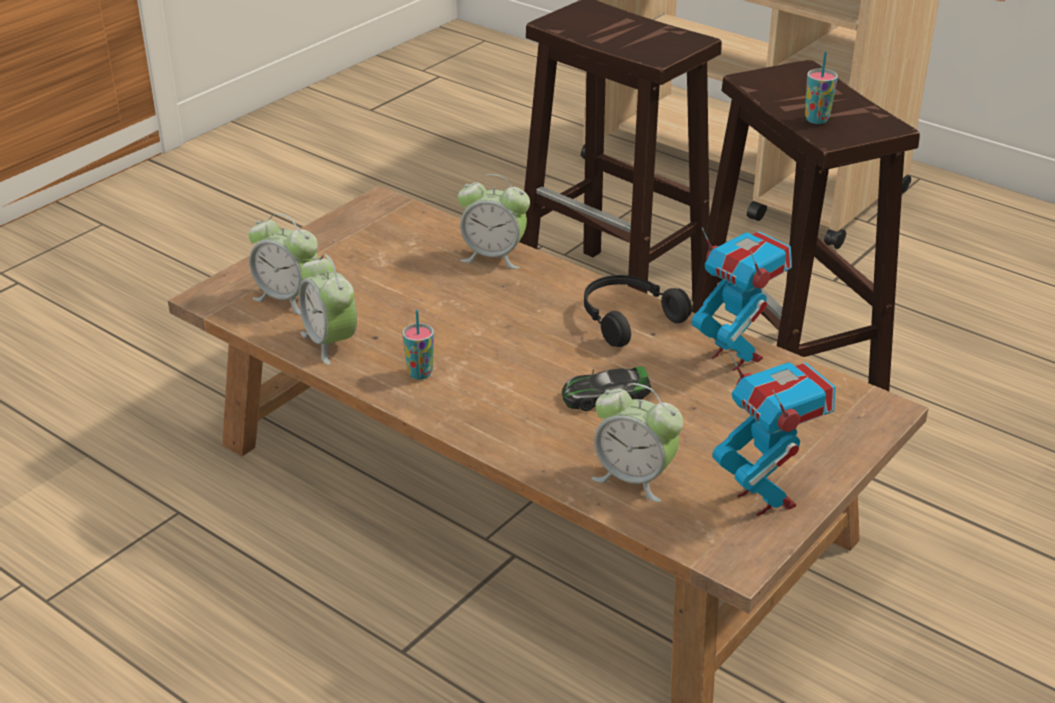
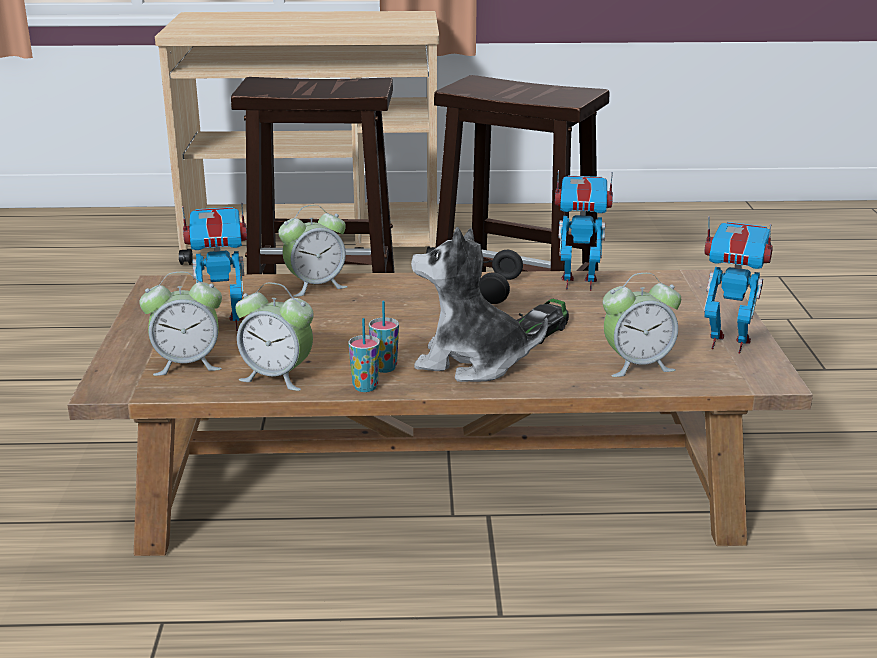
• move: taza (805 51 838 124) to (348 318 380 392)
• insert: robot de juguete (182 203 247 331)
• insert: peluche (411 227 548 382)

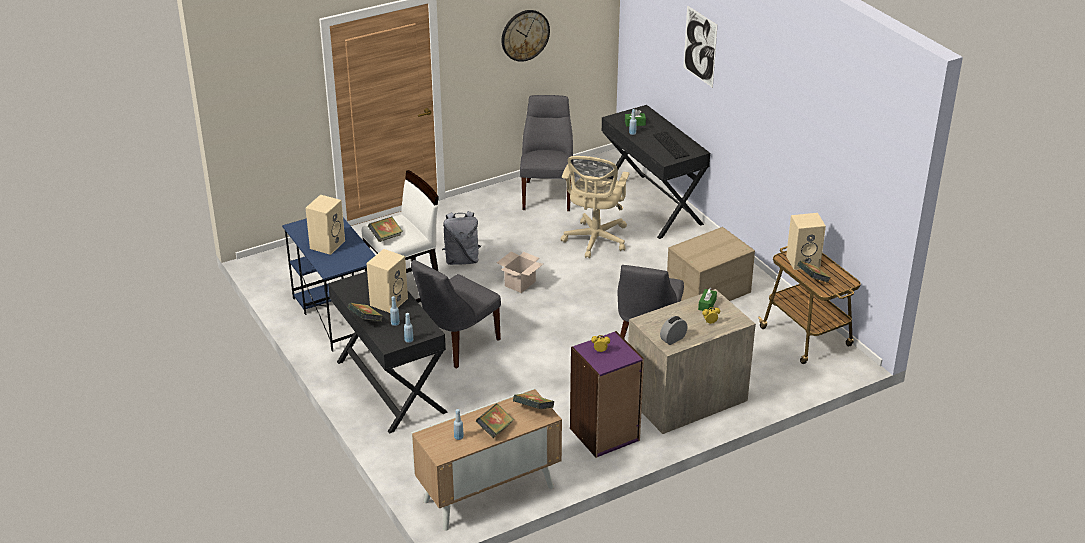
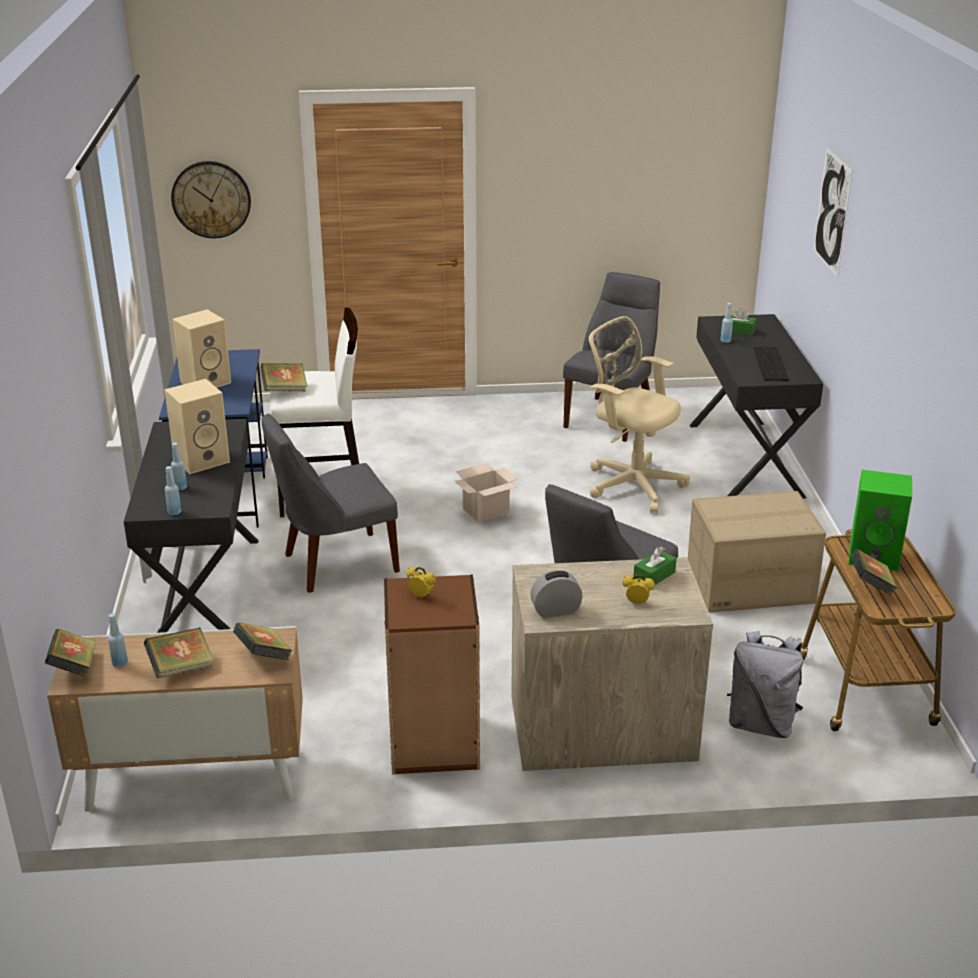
• move: reloj de pared (502 10 550 62) to (171 161 251 238)
• rotate: silla de oficina/beis (560 156 629 258) = (589 316 690 513) 90 degrees clockwise
• move: mochila/gris (442 211 481 265) to (727 631 803 738)
• recolor: altavoz/beis (786 213 826 270) to altavoz/verde (849 470 912 572)
• move: libro (348 303 383 322) to (45 629 96 677)
• recolor: estantería/morado (570 331 644 458) to estantería/marrón (384 574 480 775)

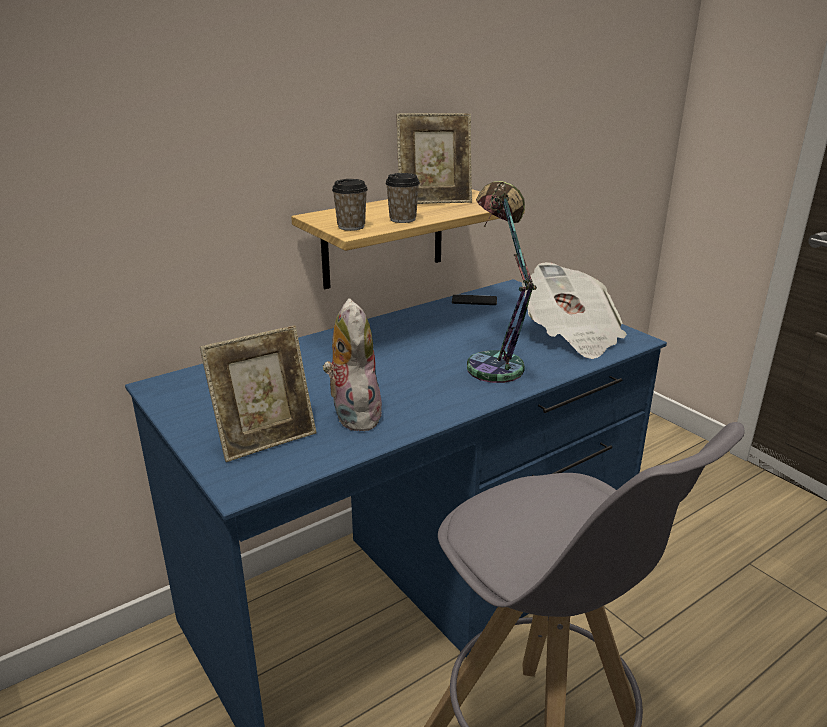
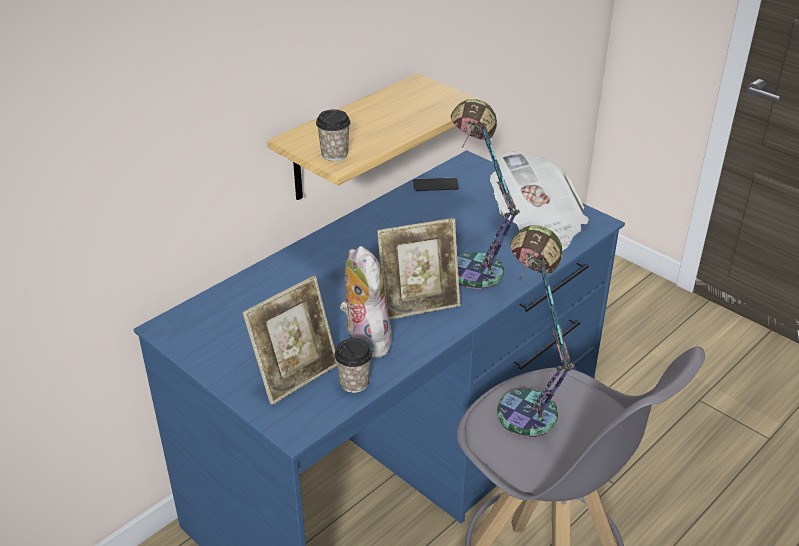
• move: portarretratos (397 113 472 204) to (377 218 460 320)
• move: taza (385 173 420 223) to (334 338 372 393)
• insert: lámpara de mesa (497 225 575 437)

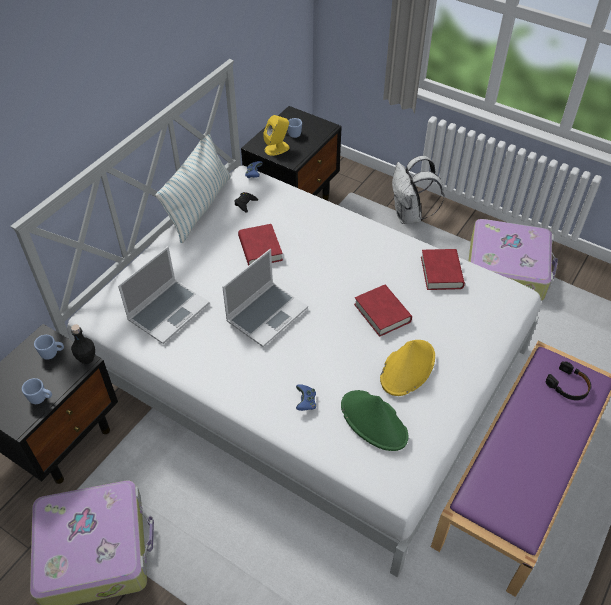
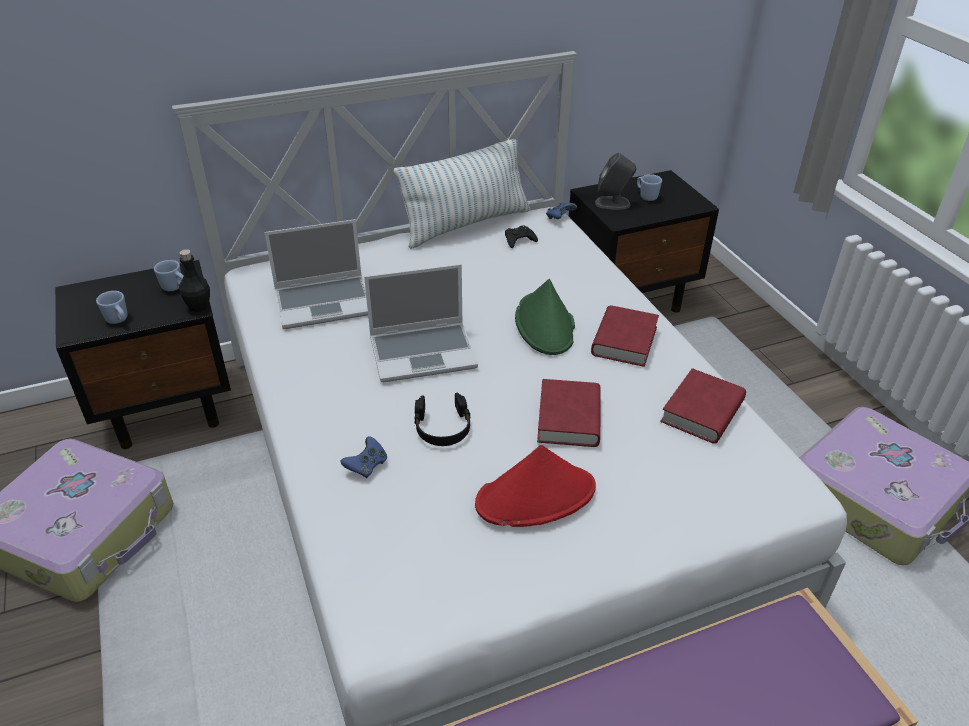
• recolor: altavoz/amarillo (263 115 290 156) to altavoz/gris (595 153 636 210)
• delete: mochila/blanco (392 156 444 224)
• move: libro/rojo (238 224 283 266) to (591 305 659 367)
• recolor: sombrero/amarillo (380 340 435 396) to sombrero/rojo (475 445 596 527)
• move: auriculares/negro (546 361 591 400) to (415 393 471 446)
• move: sombrero/verde (341 390 408 451) to (515 279 575 355)

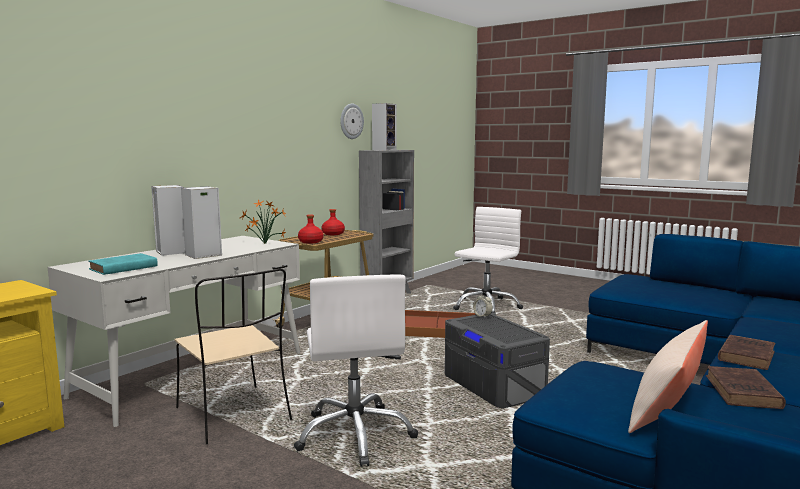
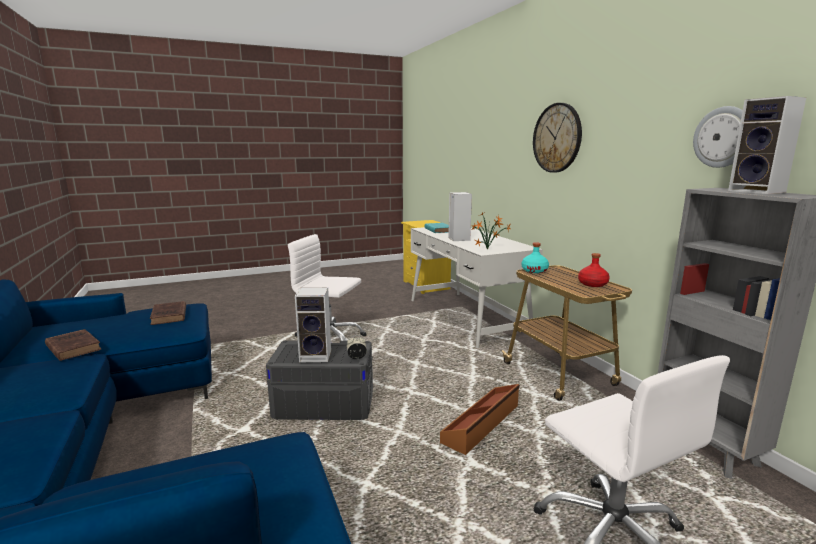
• move: altavoz (151 185 185 256) to (295 288 331 363)
• recolor: botella/rojo (298 214 324 244) to botella/turquesa (522 242 549 273)
• delete: silla/beis (174 269 292 444)
• delete: cojín/beis (628 320 708 433)
• move: libro/marrón (718 335 775 370) to (150 301 186 325)
• insert: reloj de pared (533 103 582 173)

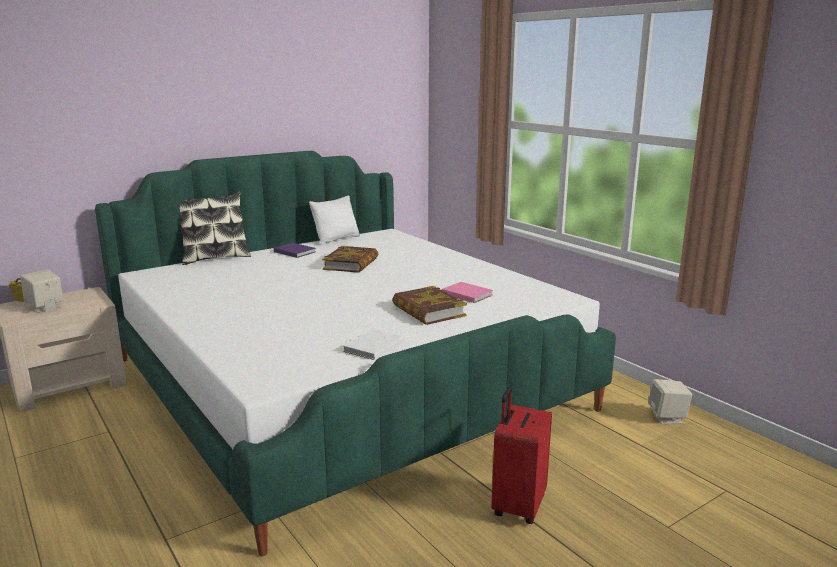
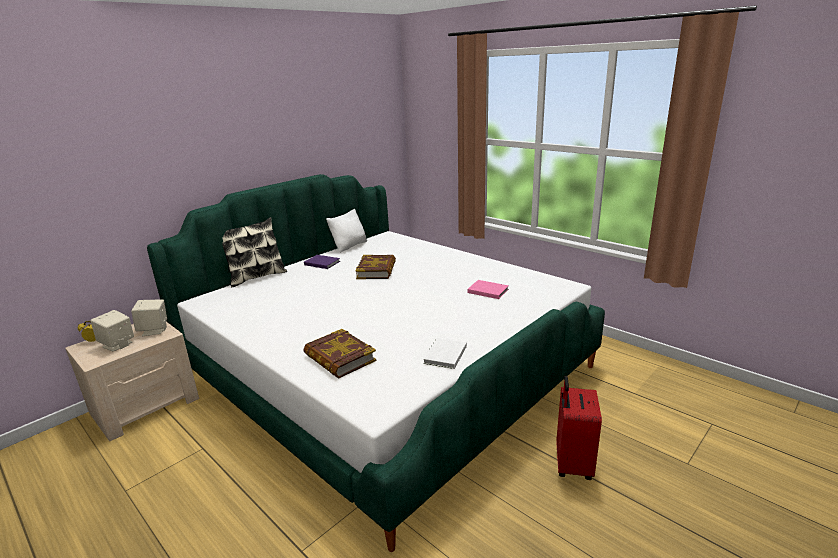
• move: libro (392 286 467 325) to (303 329 376 379)
• move: altavoz/beis (648 379 692 424) to (131 299 167 336)

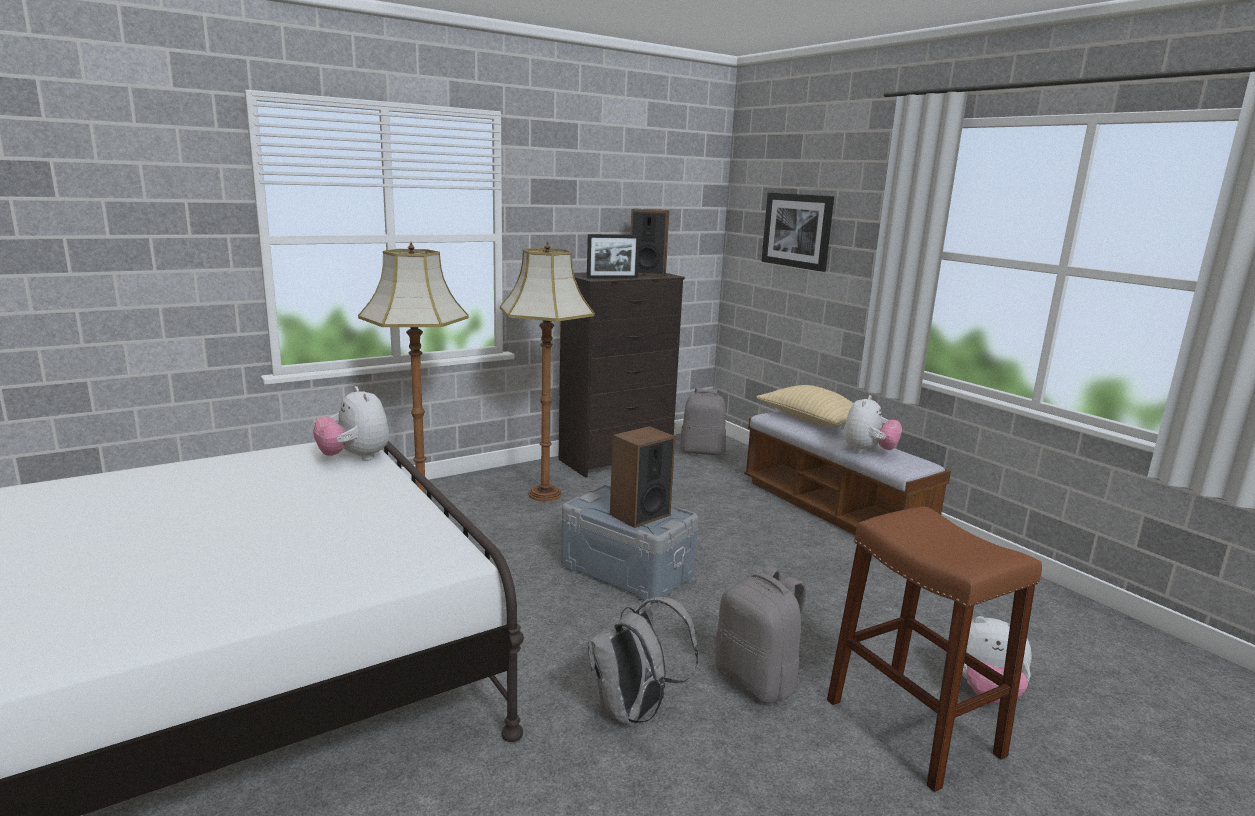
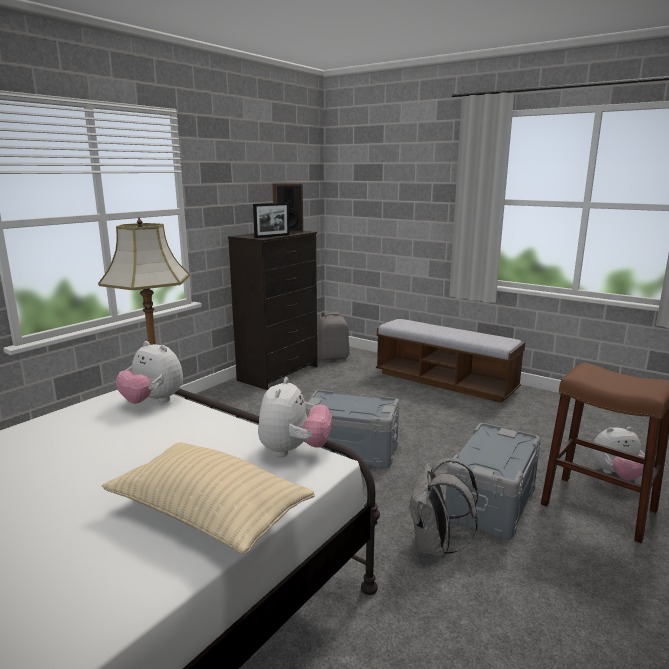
• delete: cuadro (761 192 834 272)
• delete: lámpara de pie (500 241 595 501)
• move: cojín/beis (756 385 853 426) to (102 442 315 554)
• move: peluche (843 395 902 453) to (258 377 332 457)
• delete: altavoz (610 426 675 528)
• replace: mochila/gris (715 565 806 703) to caja de almacenaje/gris (445 423 541 540)

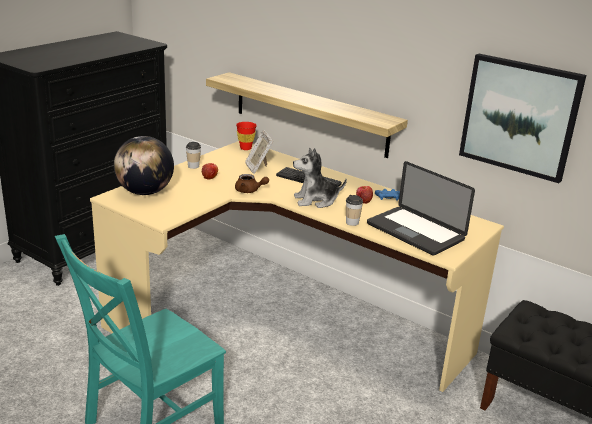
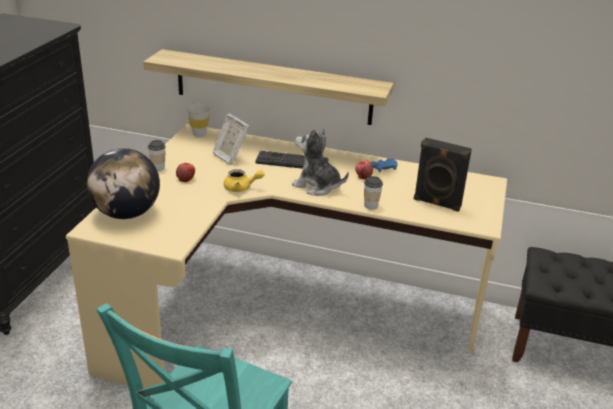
• delete: cuadro (459 54 586 183)
• recolor: taza/rojo (236 122 257 150) to taza/blanco (187 104 210 137)
• rotate: peluche (293 148 347 208) = (292 128 349 196) 60 degrees clockwise
• replace: portátil (367 161 475 256) to altavoz/negro (414 138 472 212)
• recolor: tetera/marrón (235 174 269 193) to tetera/amarillo (224 169 265 192)

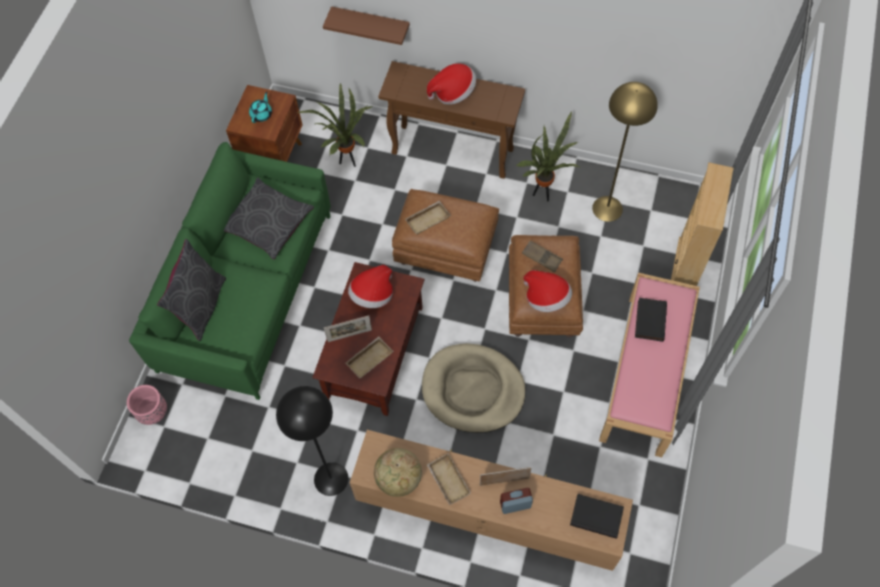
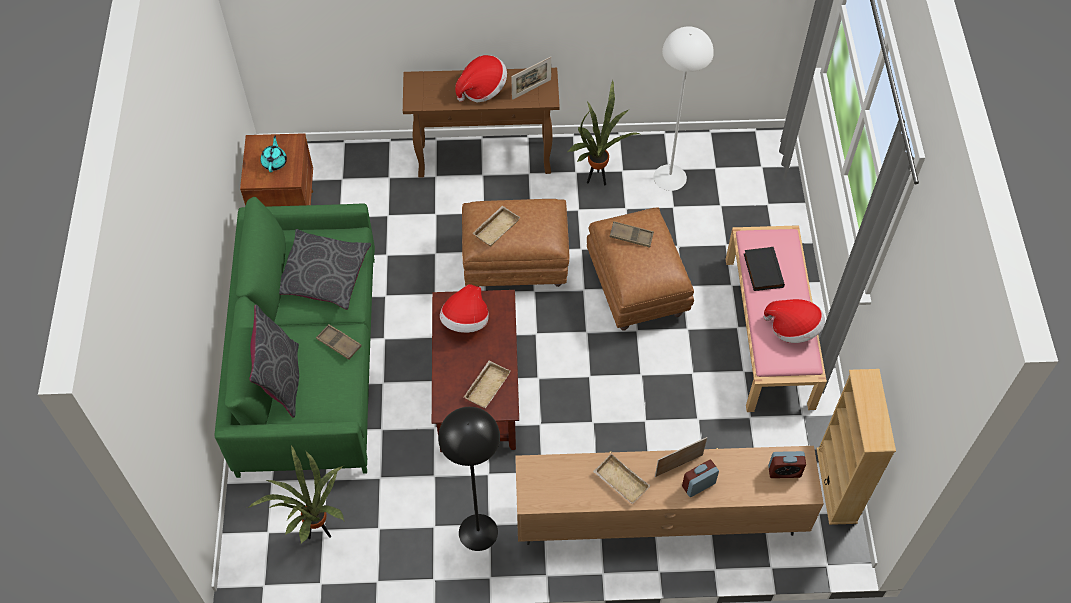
• delete: estante/marrón (323 6 410 45)
• move: planta en maceta (298 82 374 167) to (248 445 345 544)
• recolor: lámpara de pie/amarillo (592 82 658 222) to lámpara de pie/blanco (653 26 714 191)
• move: estantería/beis (671 162 734 286) to (816 369 896 525)
• move: sombrero (523 270 572 312) to (764 299 825 343)
• move: portarretratos (324 315 372 342) to (511 57 551 100)
• delete: cama para perro/beis (422 343 526 433)
• delete: maceta/rosa (127 385 167 425)
• delete: globo terráqueo (374 448 422 497)
• replace: libro/negro (570 494 624 539) to despertador (768 451 806 478)
• insert: bandeja/marrón (316 324 361 360)

